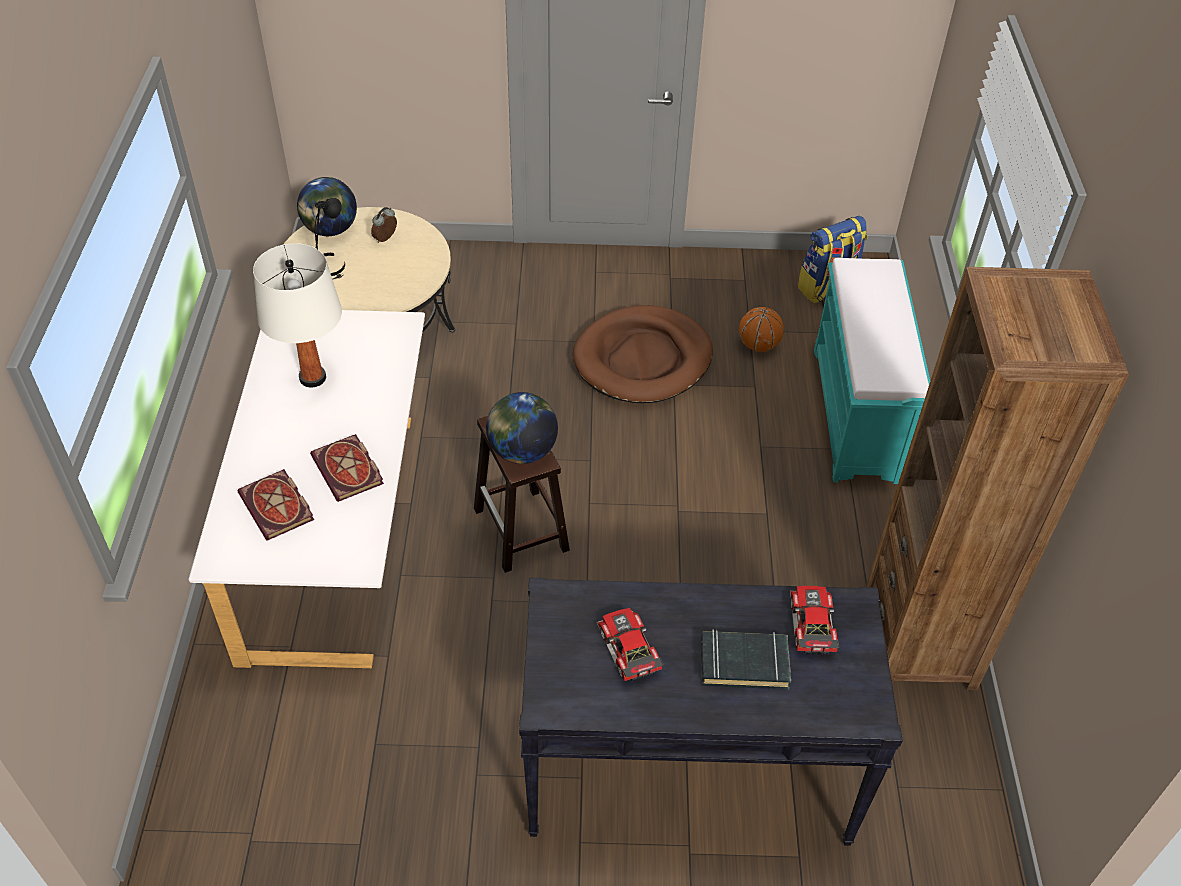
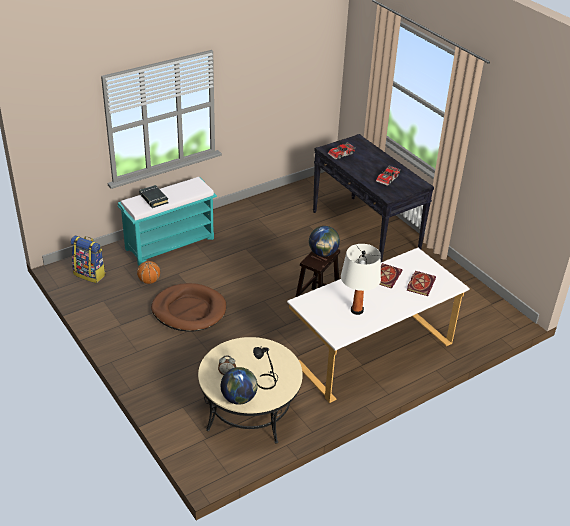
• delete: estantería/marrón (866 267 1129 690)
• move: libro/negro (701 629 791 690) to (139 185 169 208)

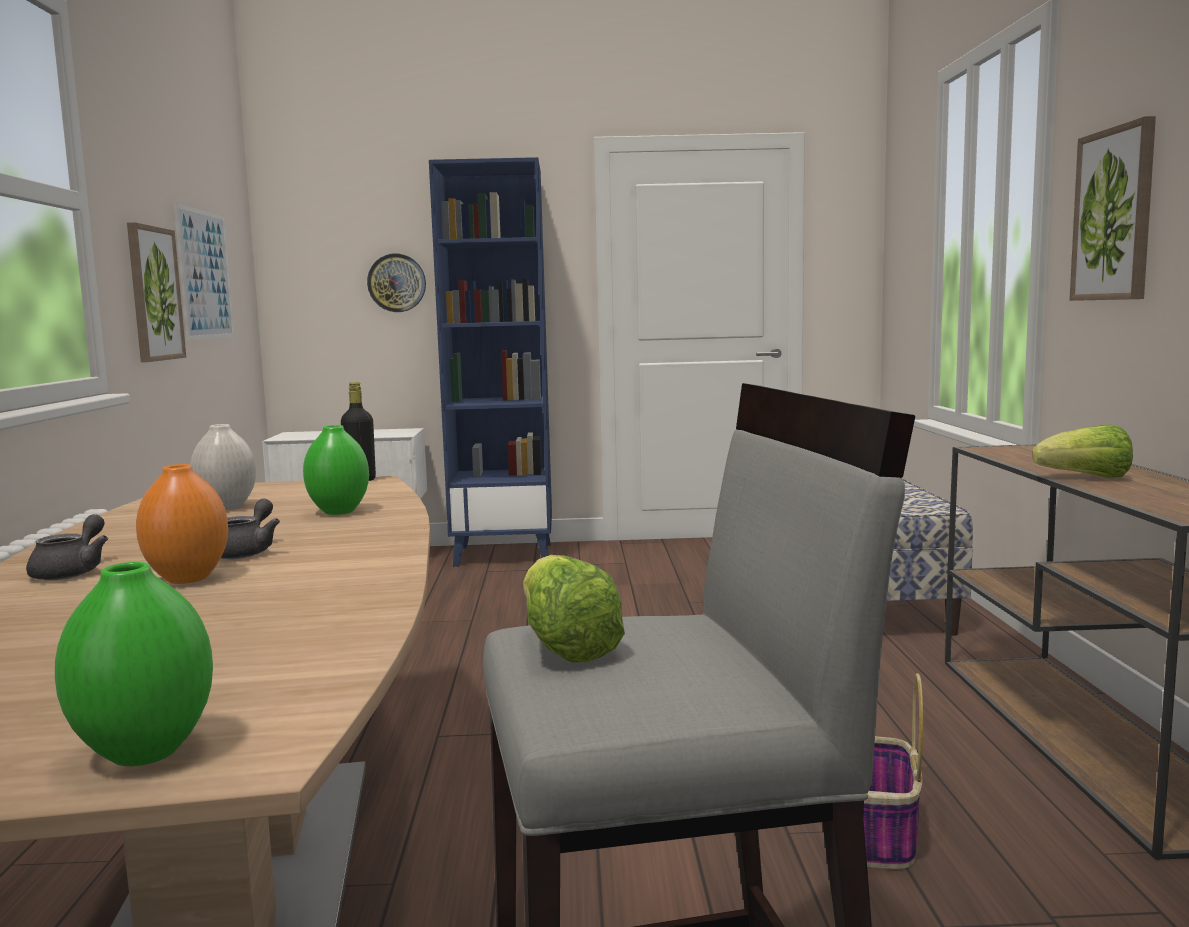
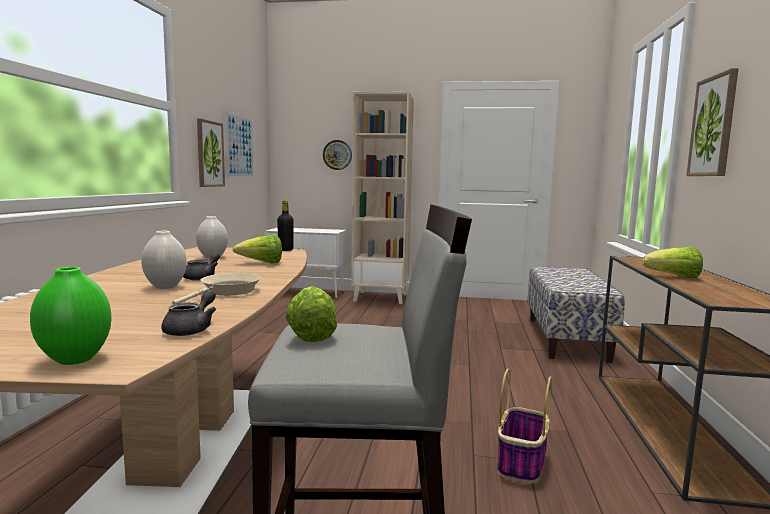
• recolor: estantería/azul (429 157 552 567) to estantería/beis (351 92 414 304)
• replace: florero/verde (303 425 369 515) to lechuga (233 235 282 264)
• recolor: florero/naranja (136 464 228 584) to florero/blanco (141 231 187 289)
• move: tetera/gris (26 514 108 580) to (161 290 216 336)
• insert: sartén/beis (172 273 261 305)

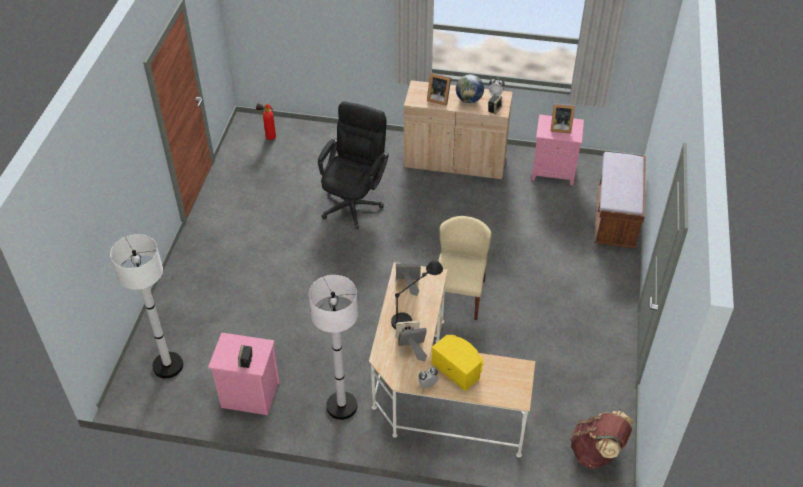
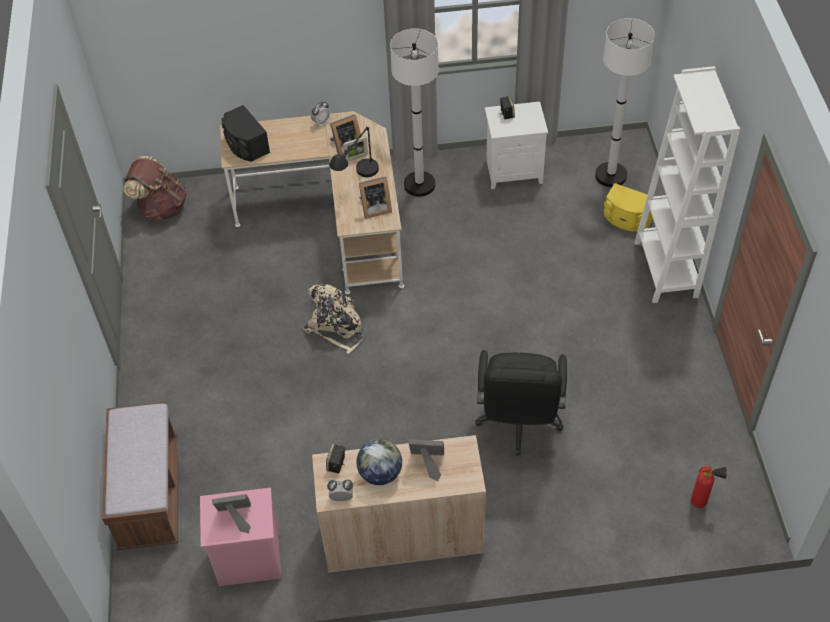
• replace: silla/beis (438 216 491 320) to mochila/beis (304 284 363 354)
• recolor: mesita de noche/rosa (208 333 280 415) to mesita de noche/blanco (485 102 548 189)
• move: altavoz/amarillo (431 335 484 391) to (604 183 653 232)
• insert: estantería/blanco (635 66 740 303)
• insert: altavoz/negro (222 105 270 162)

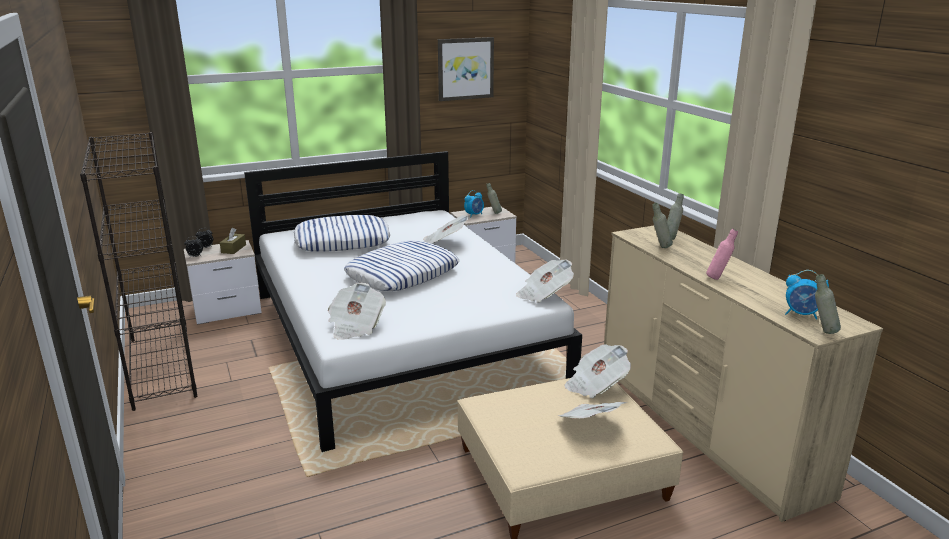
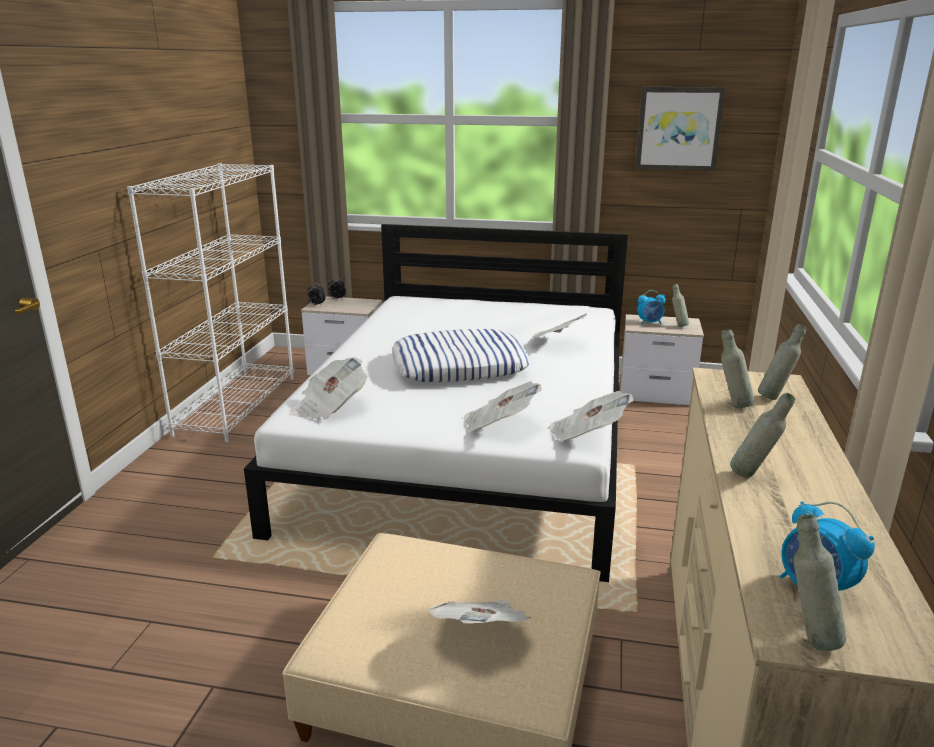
• recolor: estantería/negro (80 132 198 411) to estantería/blanco (127 163 294 443)
• delete: cojín (294 215 390 252)
• delete: caja de pañuelos/marrón (220 228 246 254)
• recolor: botella/rosa (706 229 738 280) to botella/gris (730 393 795 478)
• move: periódico (564 344 631 398) to (464 381 541 432)

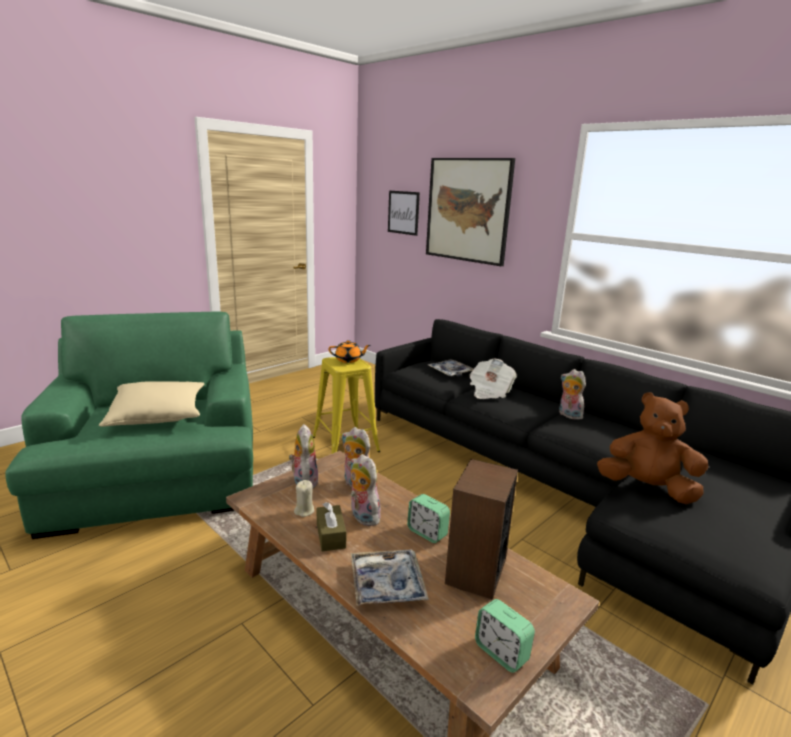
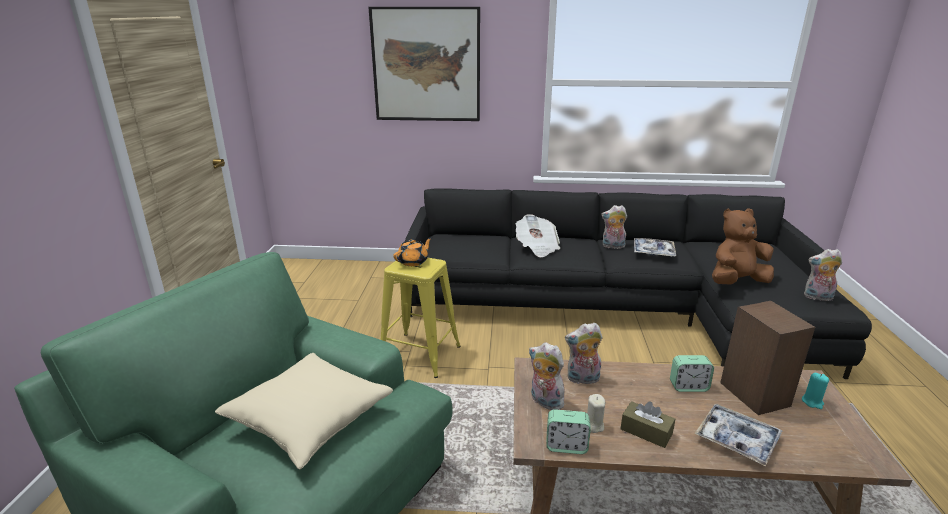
• delete: cuadro (388 191 420 236)
• move: bandeja (428 359 473 376) to (634 238 676 256)
• move: peluche (350 454 381 526) to (804 249 842 301)
• move: despertador (475 599 535 673) to (546 409 591 454)
• insert: vela/turquesa (802 373 829 409)

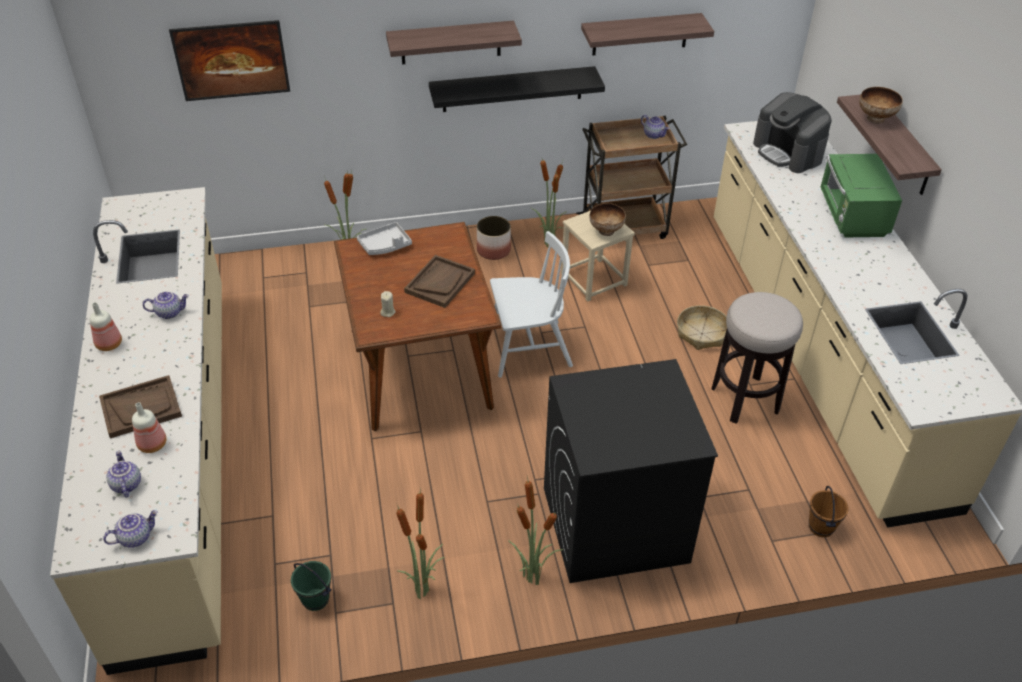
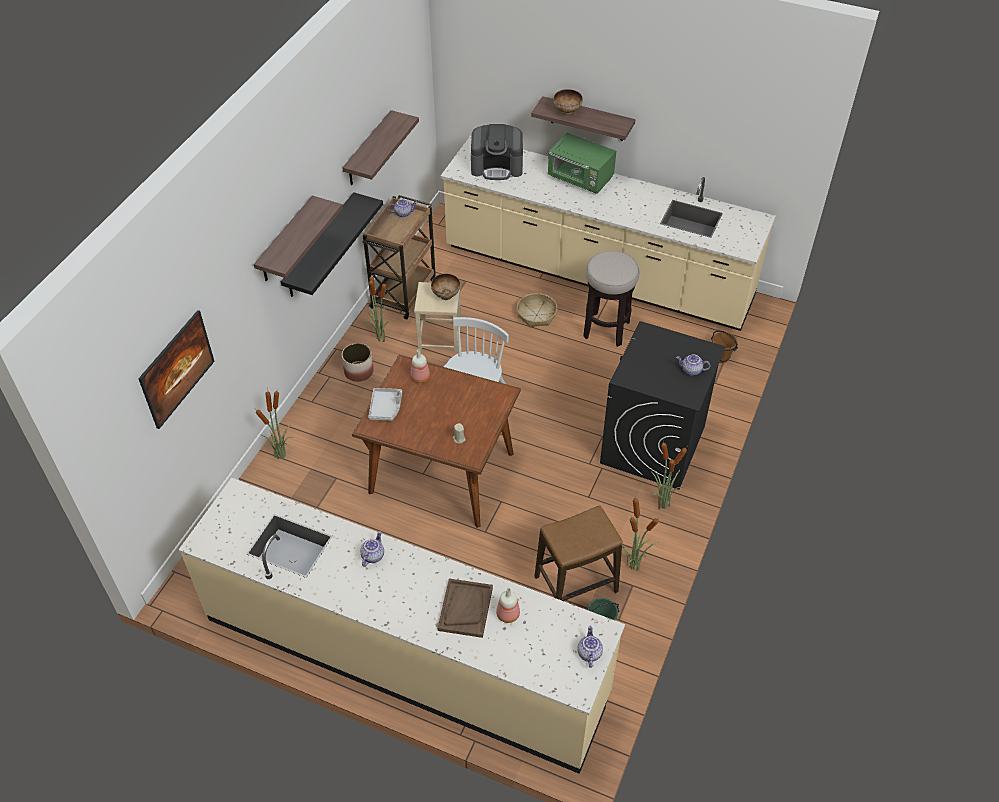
• delete: bandeja/marrón (404 255 475 308)
• move: botella (90 302 122 351) to (410 349 430 383)
• move: tetera (106 451 141 498) to (676 354 710 376)
• insert: taburete (534 506 623 601)

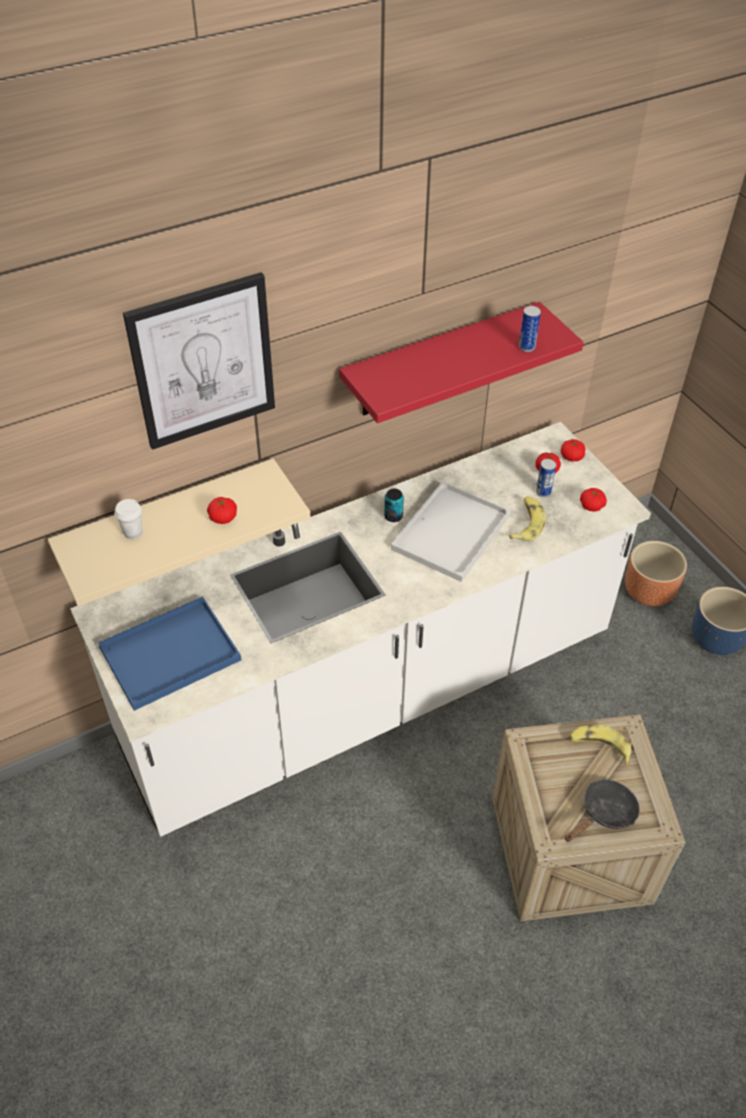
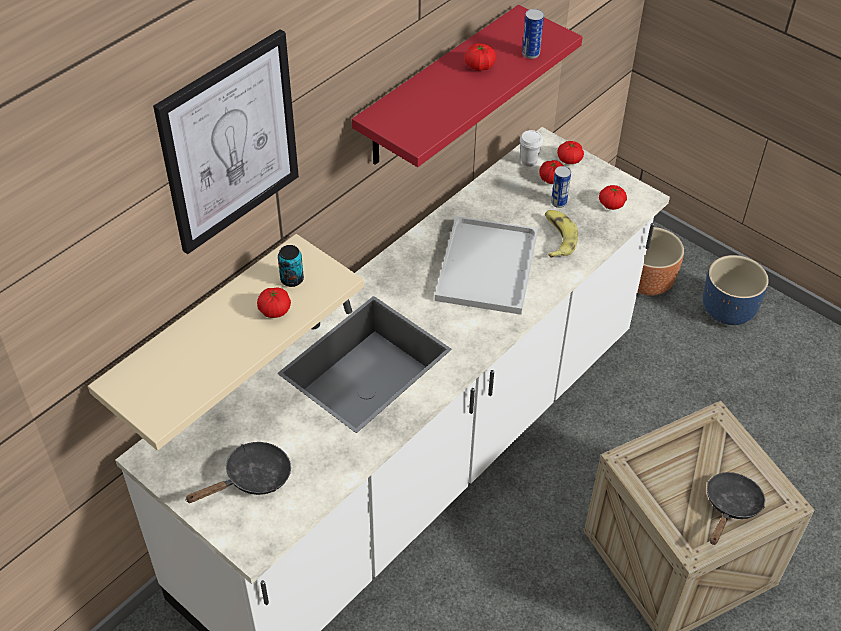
• move: lata (384 489 404 522) to (278 245 304 287)
• move: taza/blanco (115 499 142 539) to (520 130 543 167)
• replace: bandeja/azul (98 596 241 711) to sartén/negro (185 442 291 503)
• delete: plátano (569 724 632 766)
• insert: tomate (465 43 496 71)

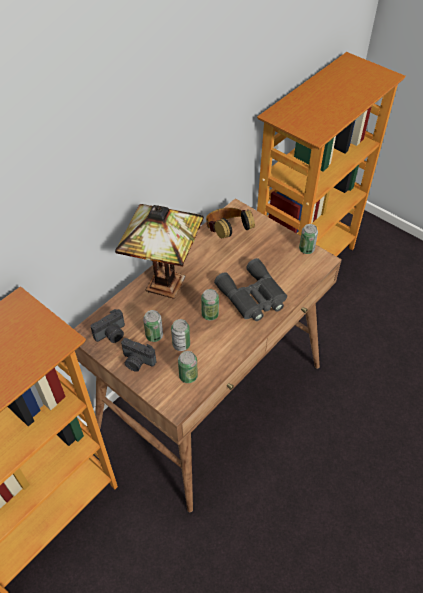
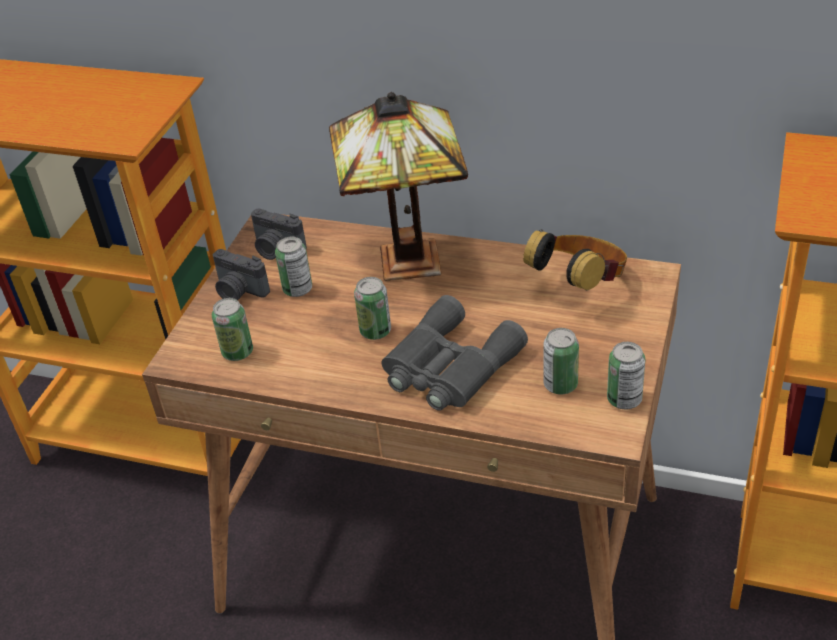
• move: lata (171 319 190 351) to (543 328 579 394)
• rotate: cámara (121 338 156 372) = (213 249 270 300) 60 degrees counterclockwise

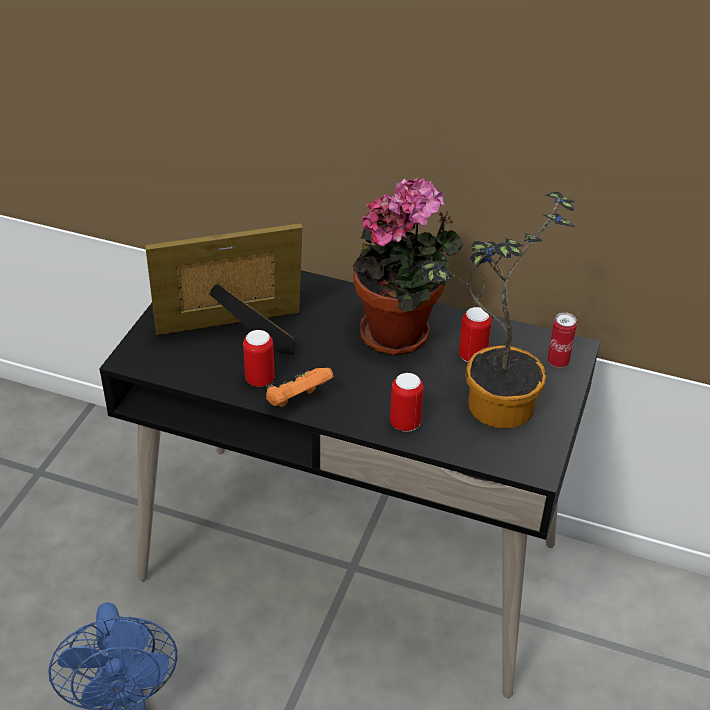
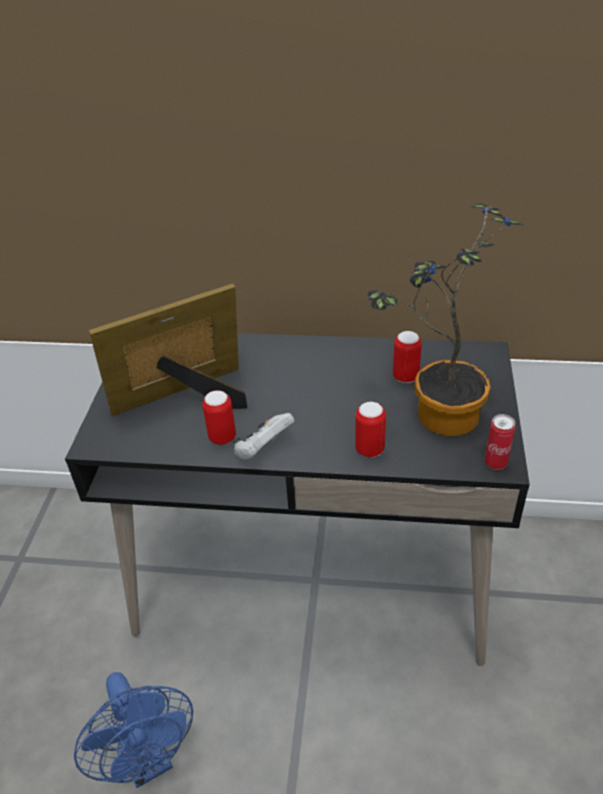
• delete: planta en maceta (353 177 463 355)
• move: lata (547 313 577 368) to (484 414 515 470)
• recolor: mando de consola/naranja (266 368 334 407) to mando de consola/blanco (233 413 295 459)

